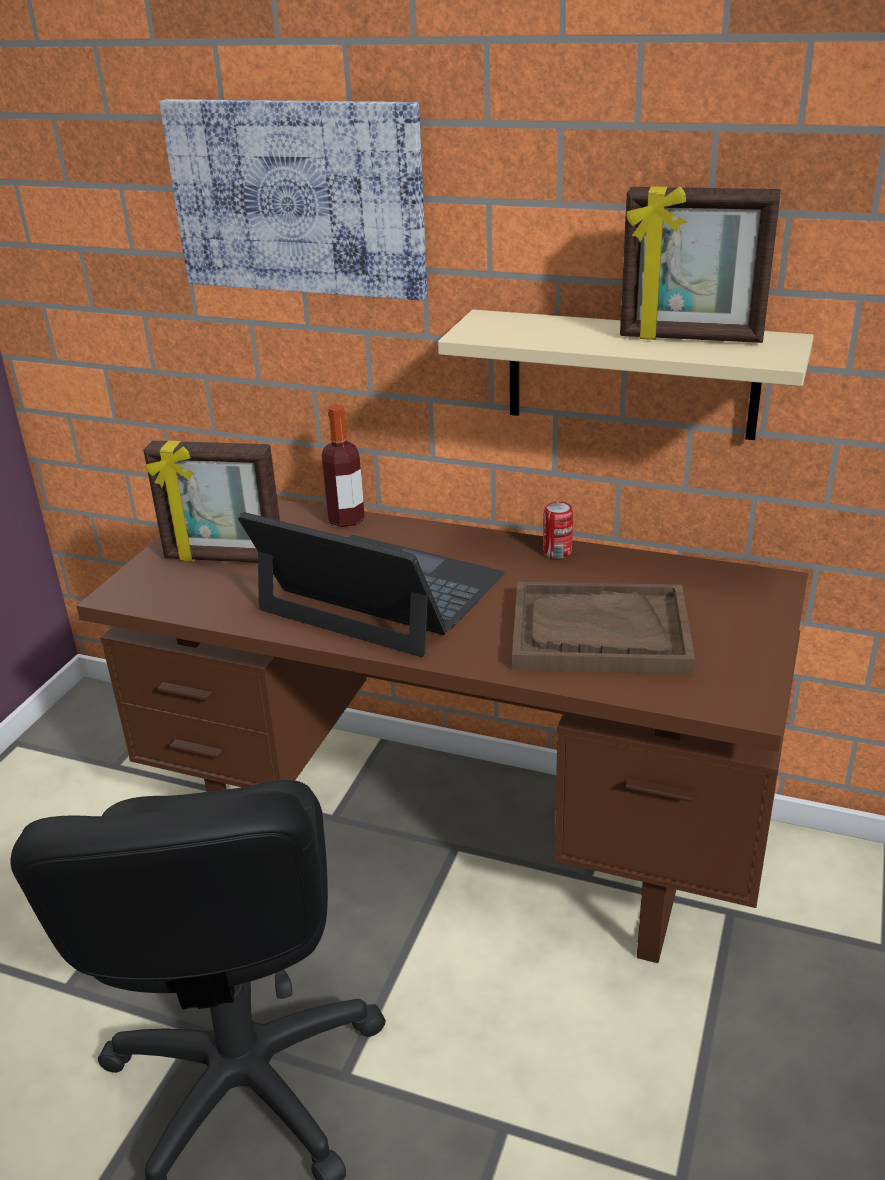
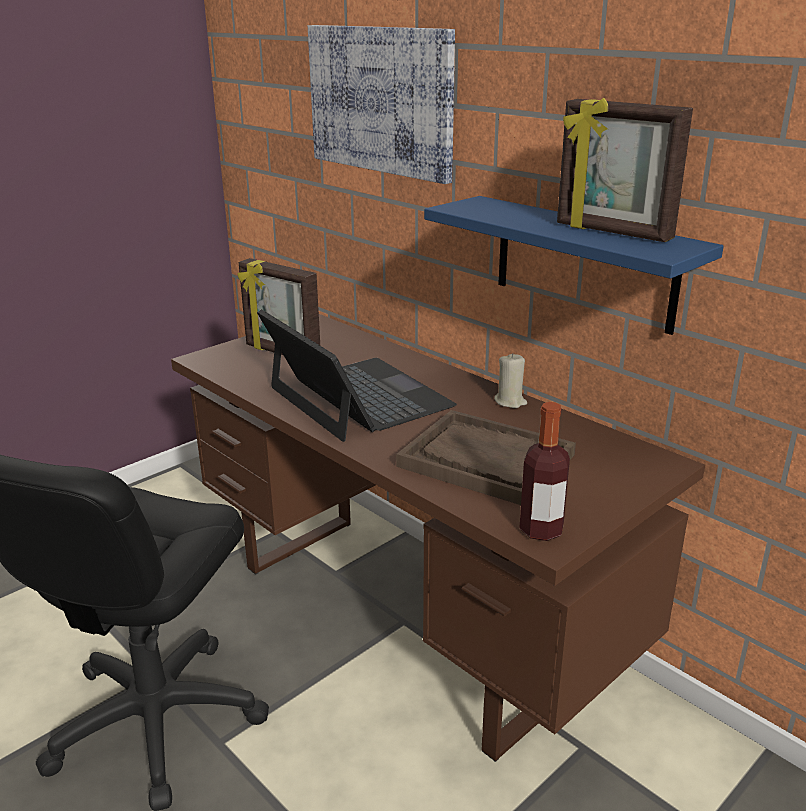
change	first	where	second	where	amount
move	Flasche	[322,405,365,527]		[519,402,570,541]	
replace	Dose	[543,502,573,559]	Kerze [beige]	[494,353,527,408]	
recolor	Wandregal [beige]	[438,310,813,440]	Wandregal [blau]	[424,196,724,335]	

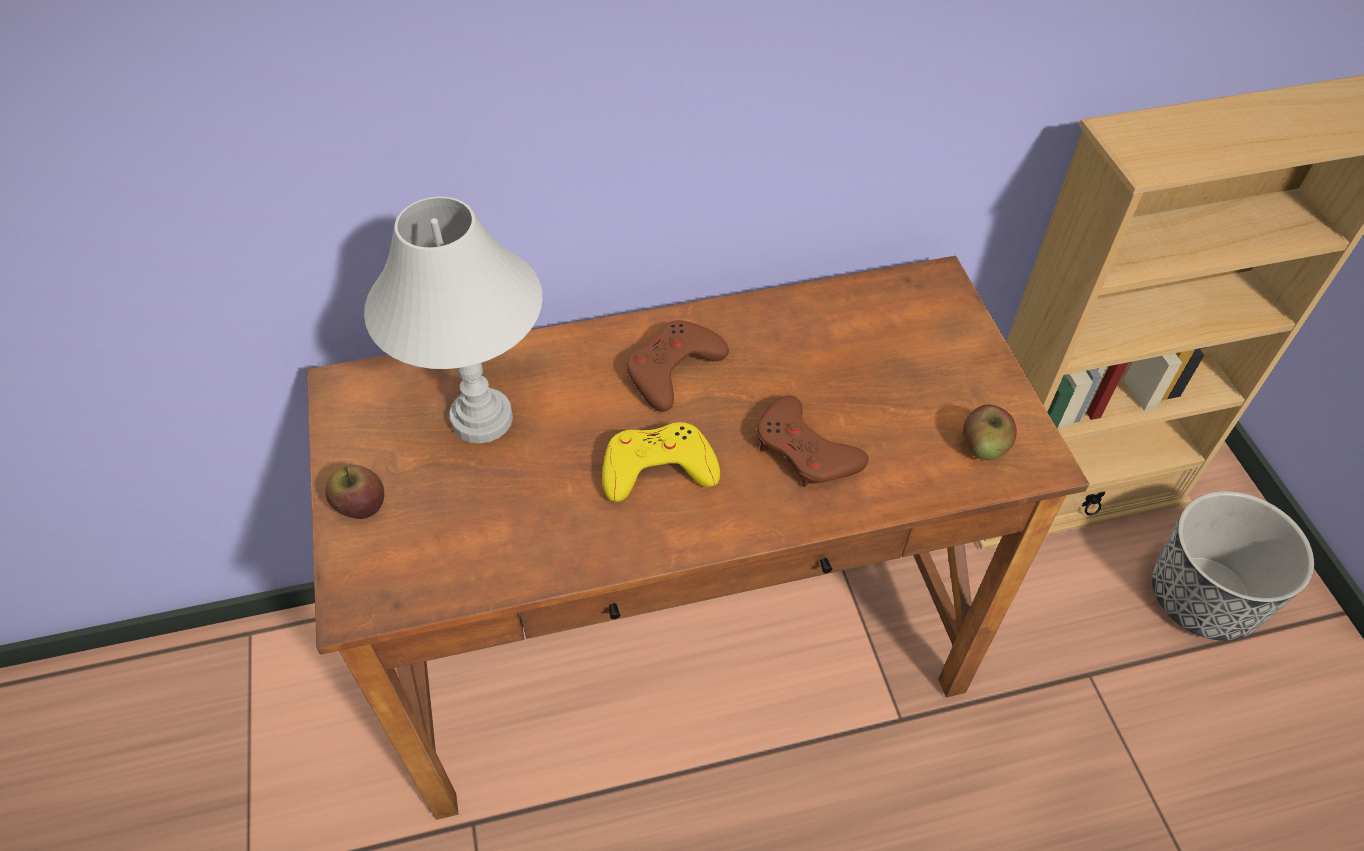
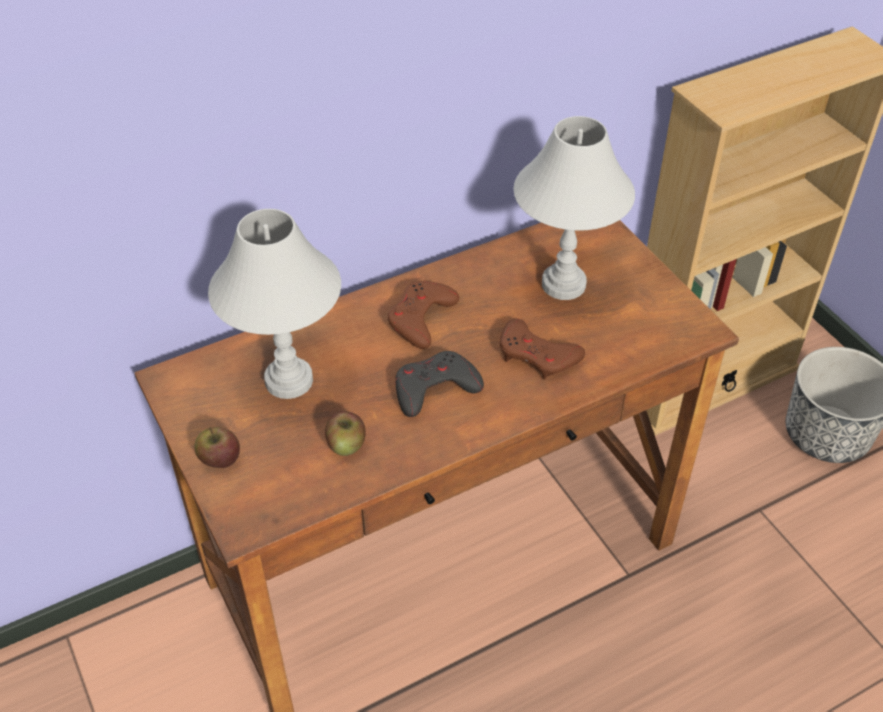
change	first	where	second	where	amount
insert			Tischlampe [weiß]	[514,116,635,300]	
move	Apfel	[963,404,1017,460]		[325,411,366,456]	
recolor	Gamepad [gelb]	[602,422,720,502]	Gamepad [grau]	[396,351,484,417]	

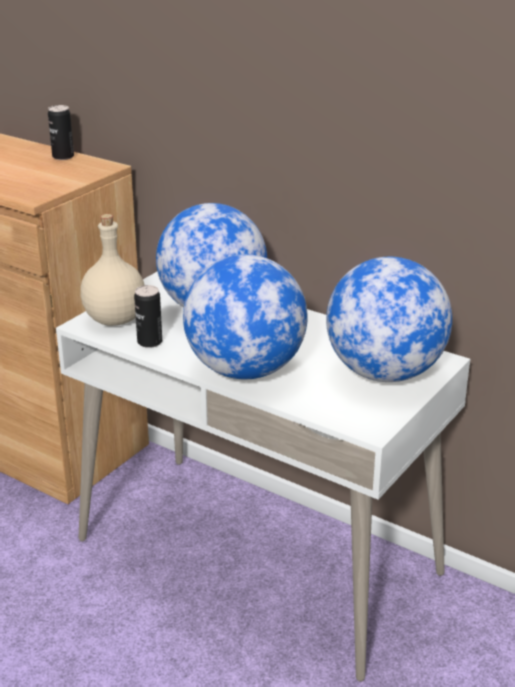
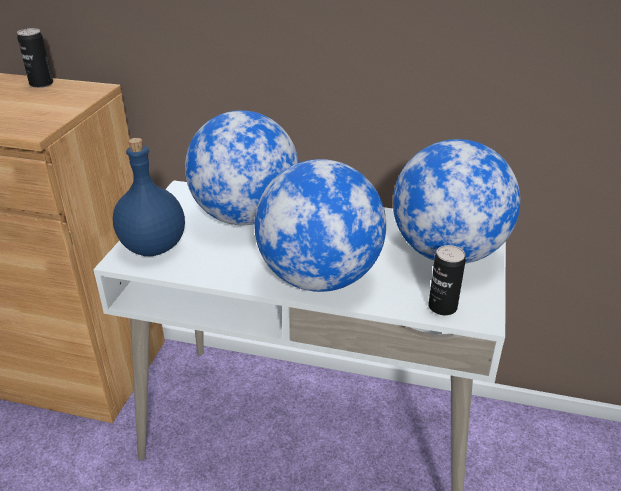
change	first	where	second	where	amount
move	Dose	[134,285,162,348]		[428,245,466,315]	
recolor	Flasche [beige]	[80,214,144,326]	Flasche [blau]	[113,138,185,256]	

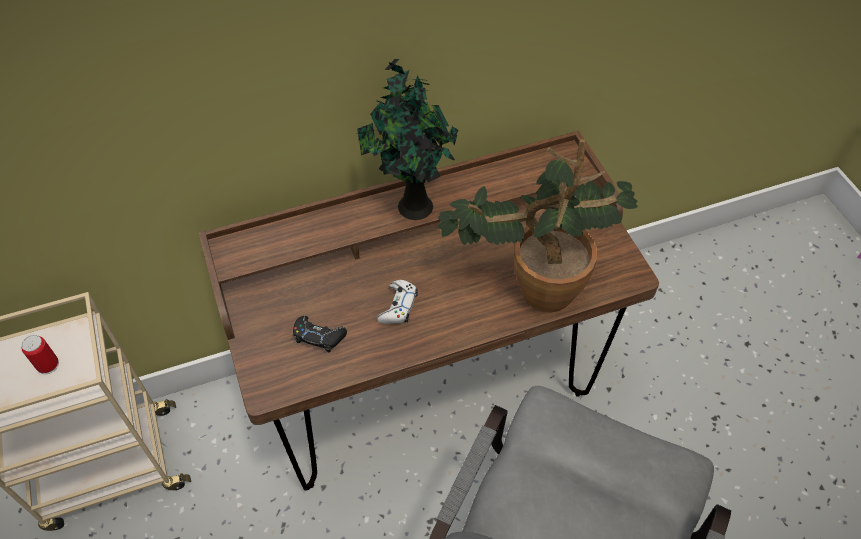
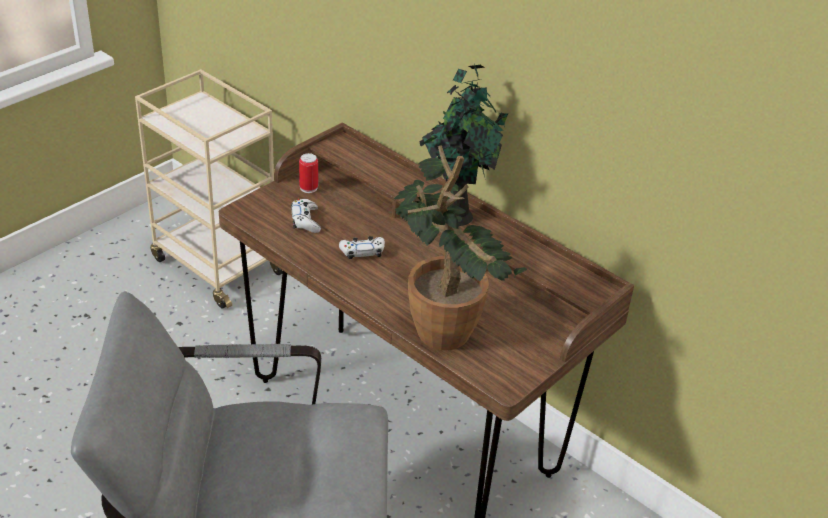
change	first	where	second	where	amount
move	Dose	[21,335,59,374]		[299,153,318,193]	
recolor	Gamepad [schwarz]	[293,316,347,353]	Gamepad [weiß]	[291,199,321,233]	

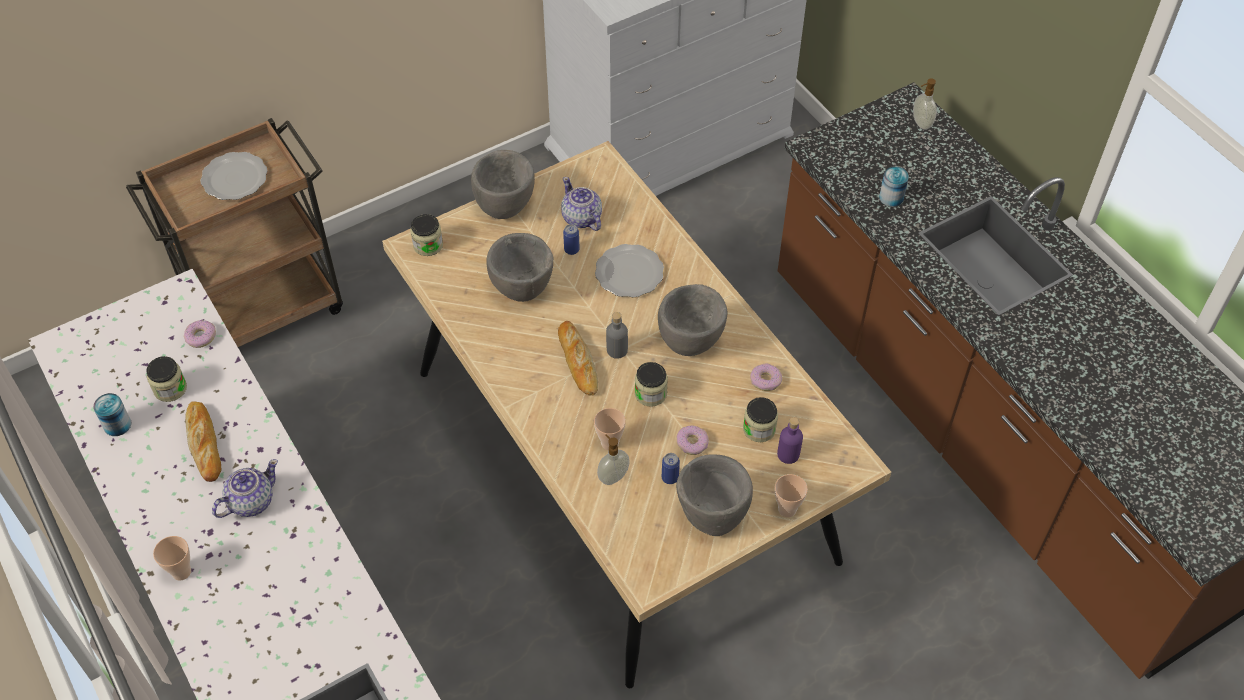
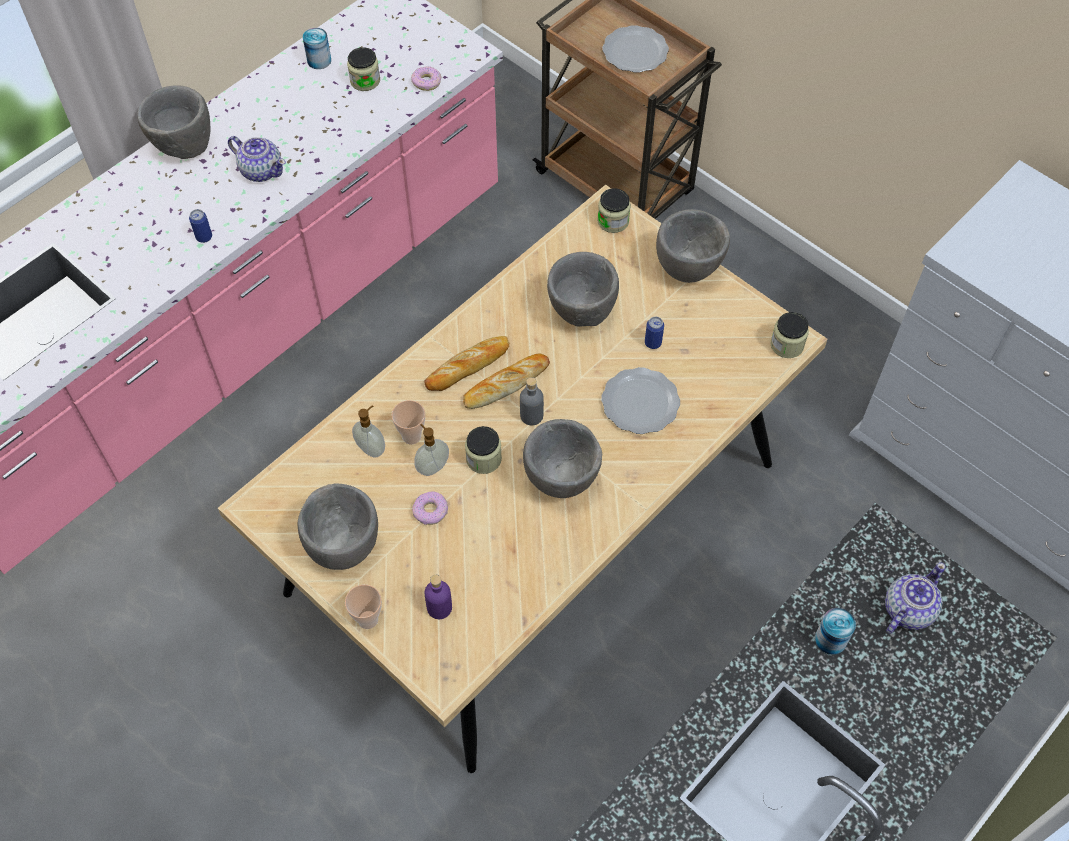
change	first	where	second	where	amount
delete	Donut	[750,364,782,391]			
move	Brot	[185,402,222,482]		[424,336,509,391]	
move	Teekanne	[561,177,602,231]		[885,563,946,634]	
move	Dose	[662,453,680,484]		[189,209,212,243]	
move	Vorratsglas	[743,397,778,442]		[770,312,809,358]	
move	Seifenspender	[913,78,937,130]		[414,424,449,476]	
replace	Tasse	[153,536,191,581]	Schüssel [grau]	[137,85,210,159]	

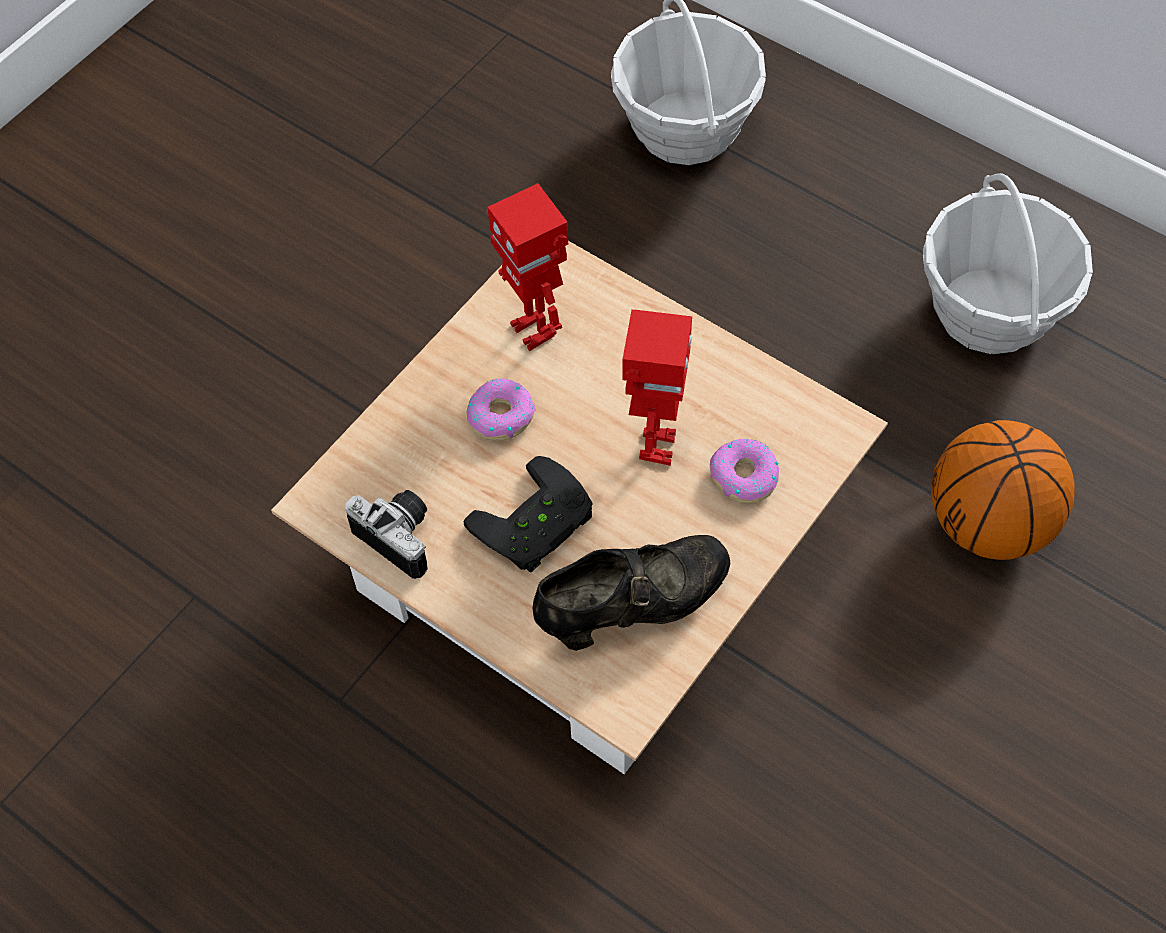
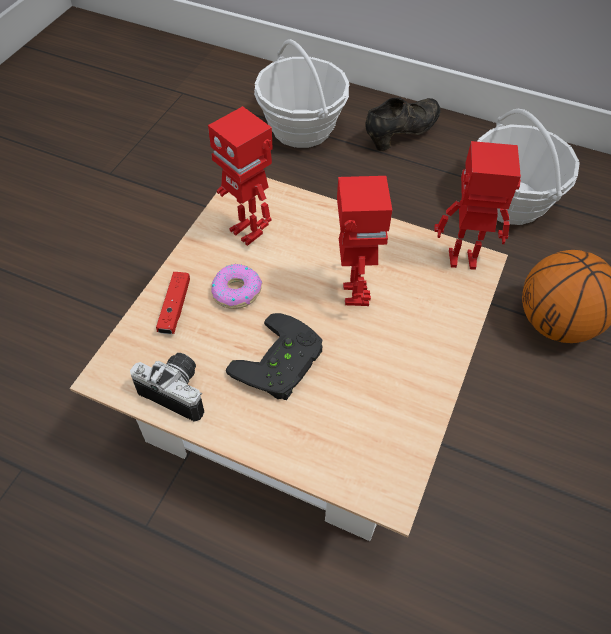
change	first	where	second	where	amount
delete	Donut	[710,439,779,503]			
insert			Gamepad [rot]	[156,272,190,334]	
insert			Spielzeugroboter	[434,141,521,270]	
move	Schuh [schwarz]	[533,535,730,651]		[365,97,441,151]	

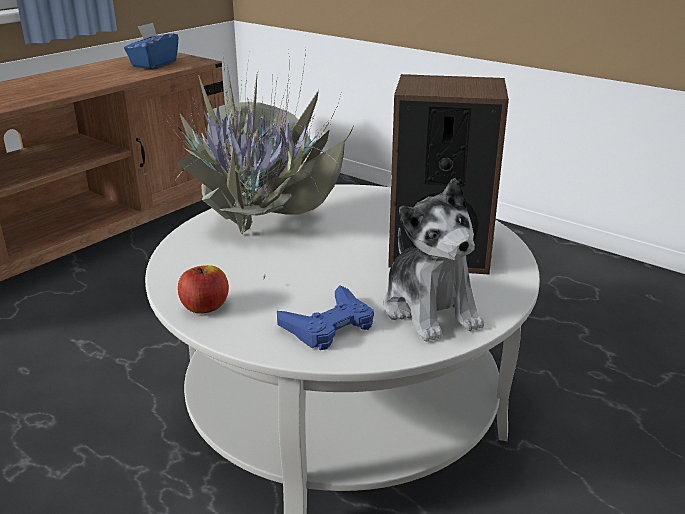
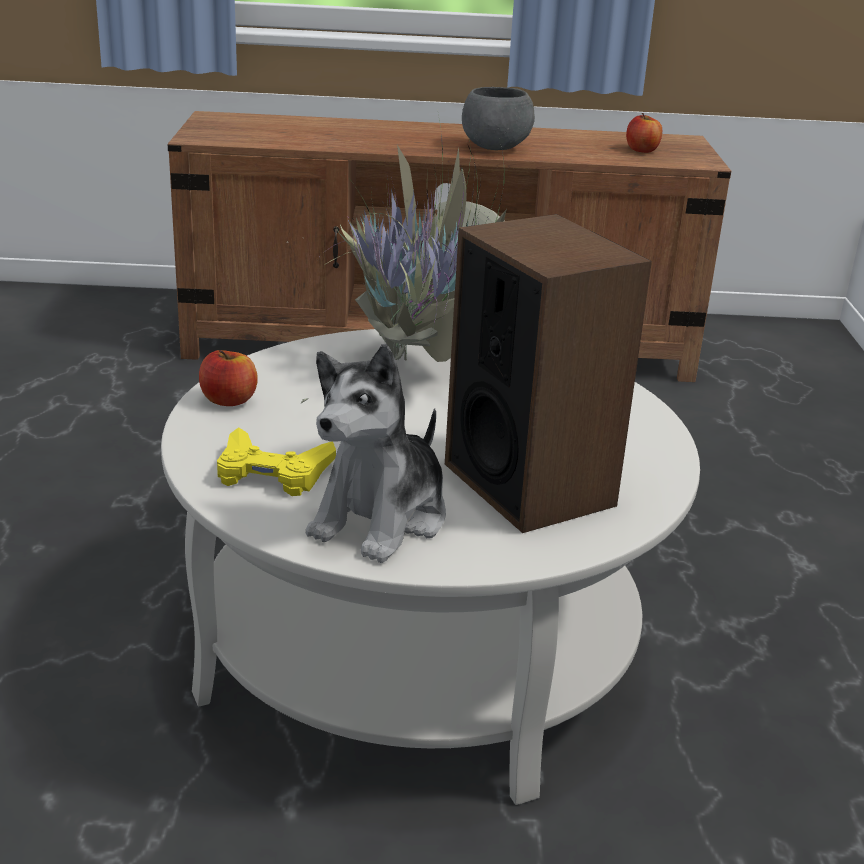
change	first	where	second	where	amount
insert			Schüssel [grau]	[462,87,535,150]	
replace	Taschentuchbox [blau]	[124,22,179,69]	Apfel	[626,113,662,153]	
recolor	Gamepad [blau]	[277,285,374,350]	Gamepad [gelb]	[217,427,336,496]	

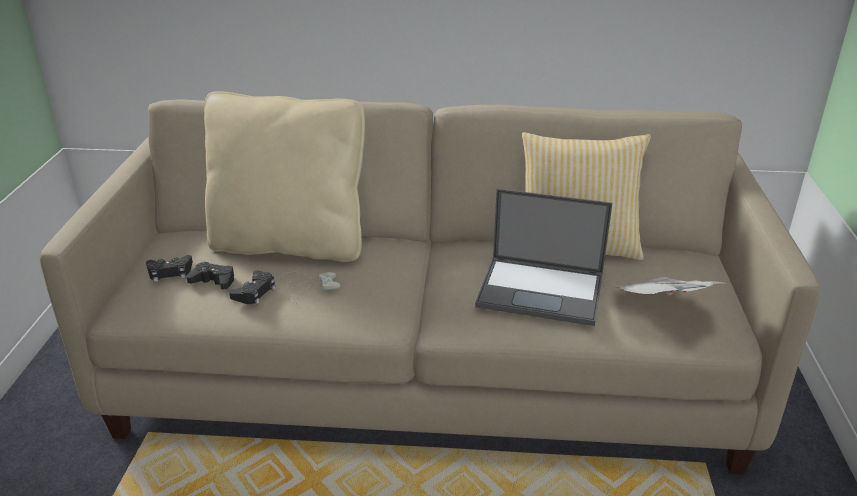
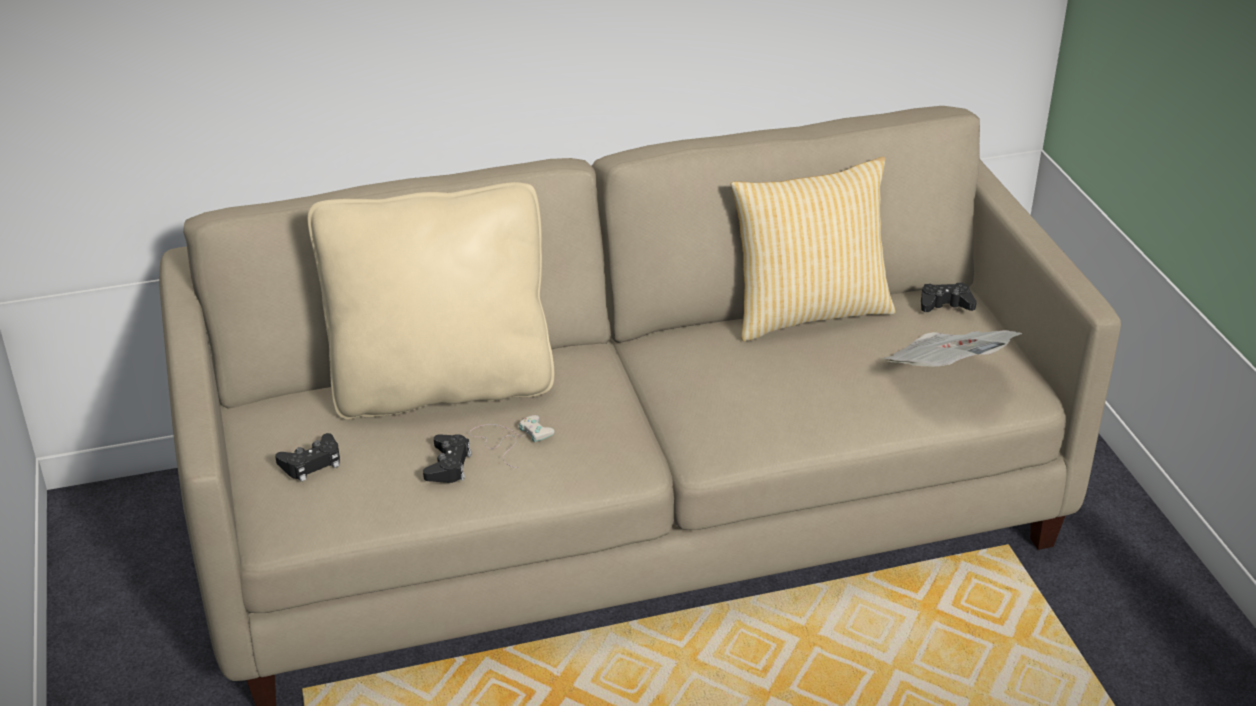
change	first	where	second	where	amount
delete	Laptop	[475,188,612,326]			
move	Gamepad [schwarz]	[186,262,234,289]		[921,283,977,312]	

